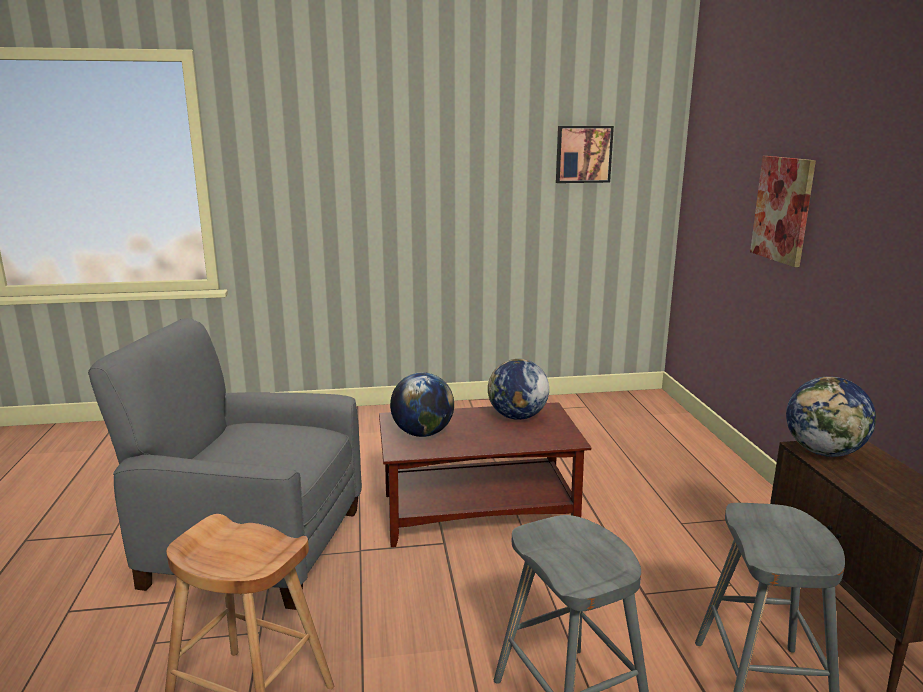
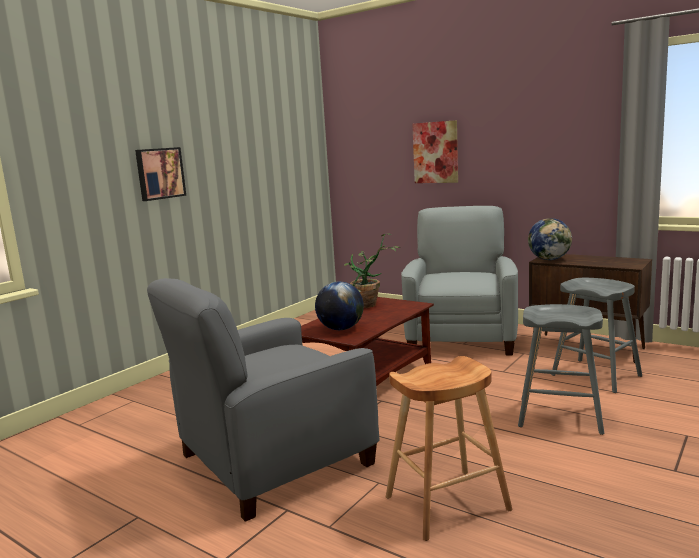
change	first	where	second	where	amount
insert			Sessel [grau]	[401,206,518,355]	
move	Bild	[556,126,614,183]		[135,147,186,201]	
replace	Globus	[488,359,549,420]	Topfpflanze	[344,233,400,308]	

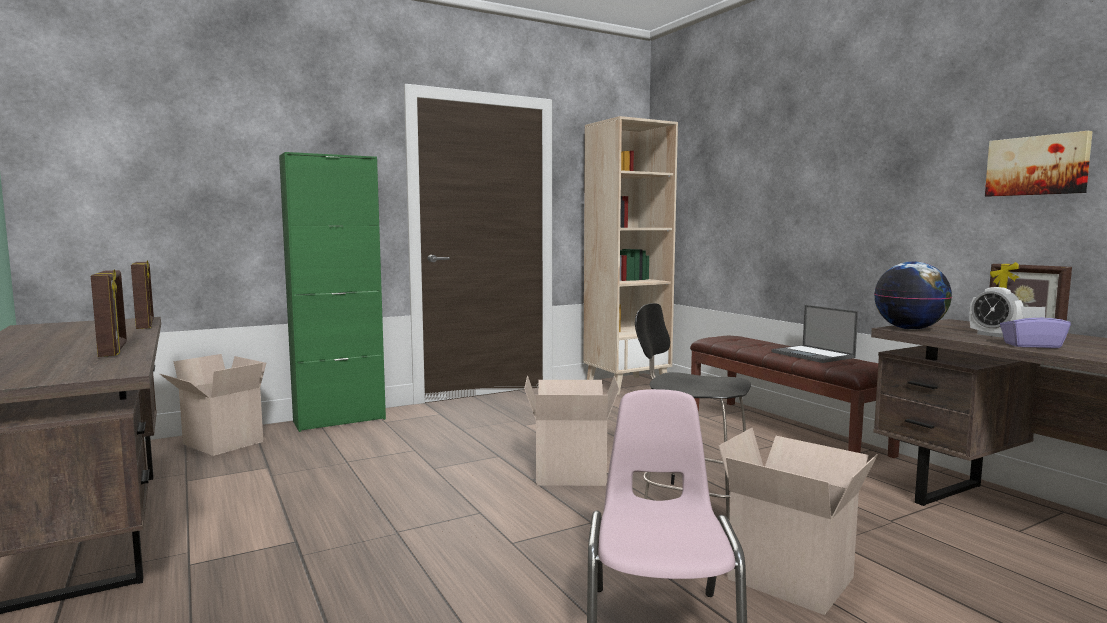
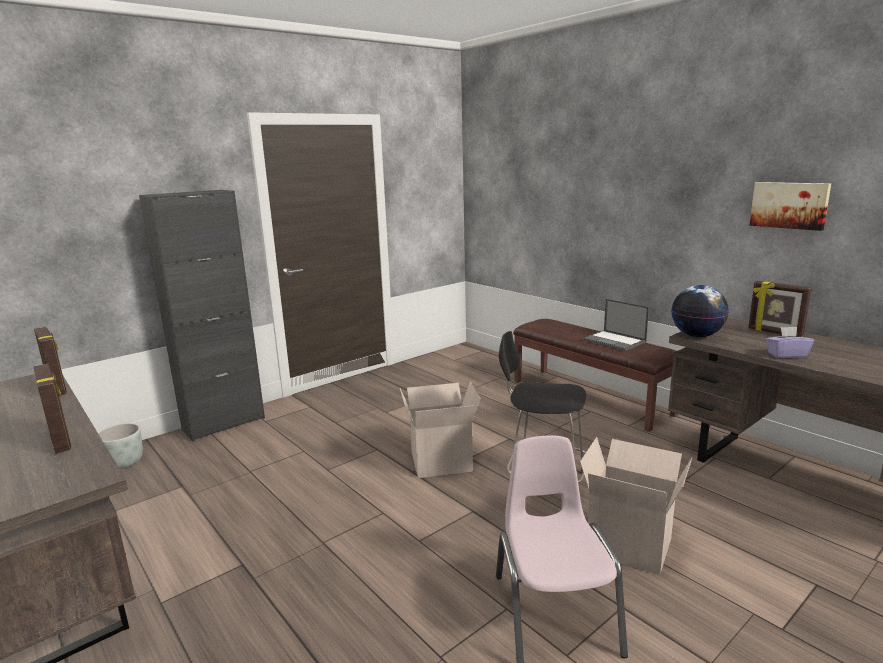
change	first	where	second	where	amount
delete	Bücherregal [beige]	[583,116,678,395]			
delete	Wecker	[969,287,1023,338]			
replace	Karton	[160,354,266,456]	Pflanzkübel [grau]	[98,423,143,469]	
recolor	Schrank [grün]	[279,152,386,432]	Schrank [schwarz]	[139,190,265,441]	

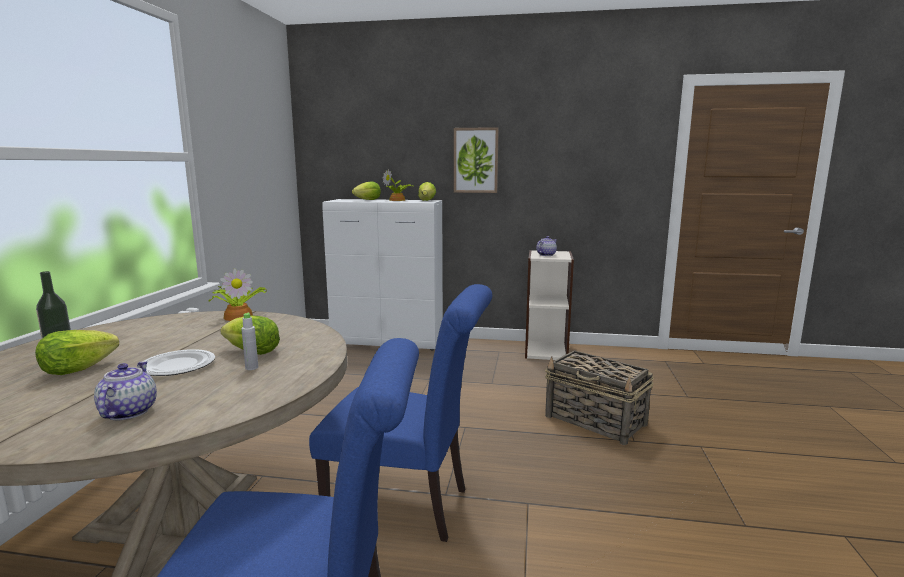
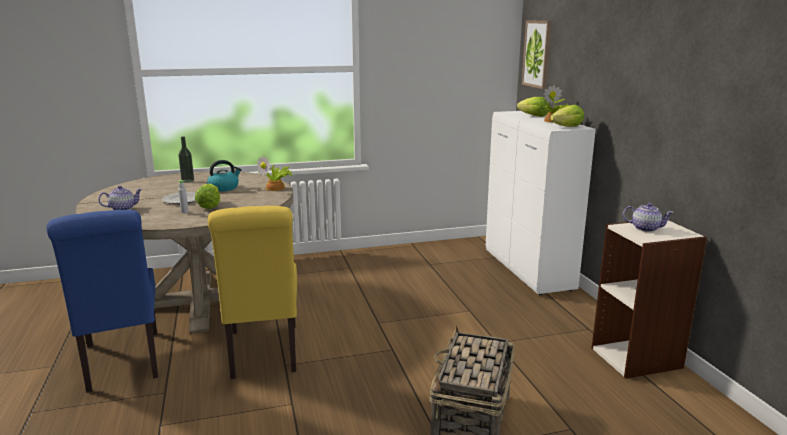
change	first	where	second	where	amount
delete	Salatkopf	[35,330,119,375]			
insert			Wasserkessel	[207,160,242,192]	
move	Bild	[454,127,499,193]		[522,21,552,89]	
recolor	Stuhl [blau]	[309,284,492,542]	Stuhl [gelb]	[208,206,297,379]	

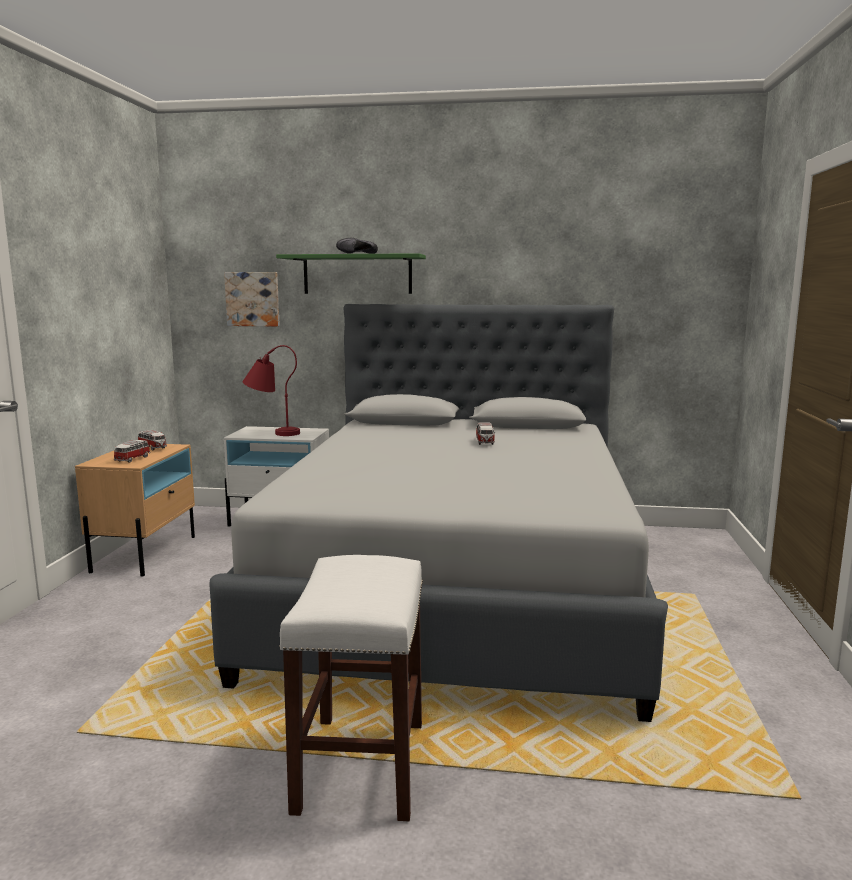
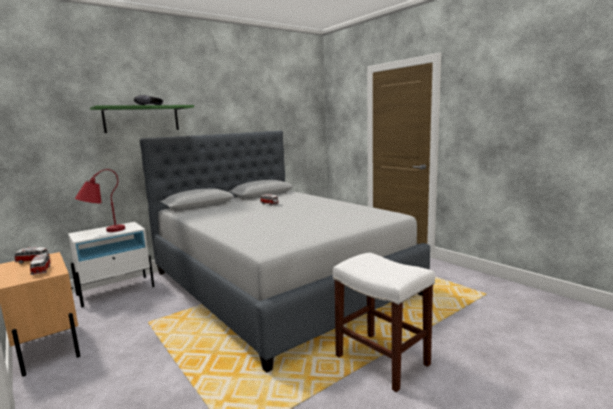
change	first	where	second	where	amount
delete	Bild	[224,272,280,326]			

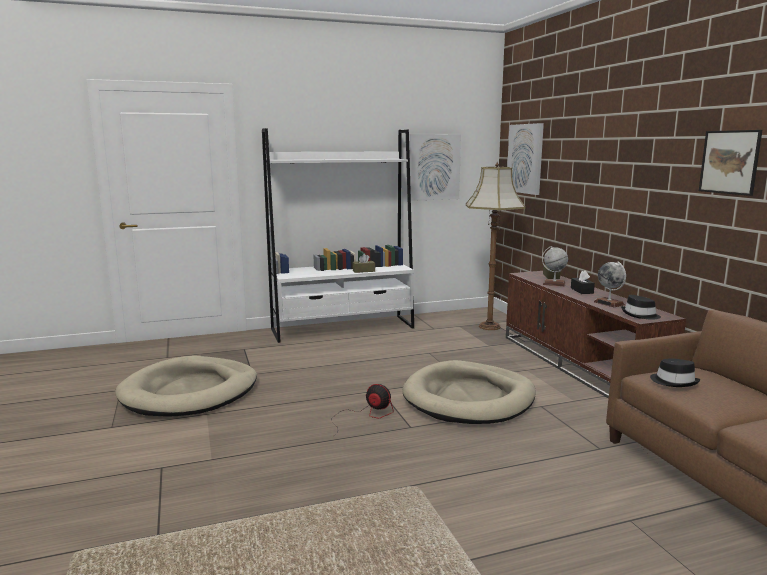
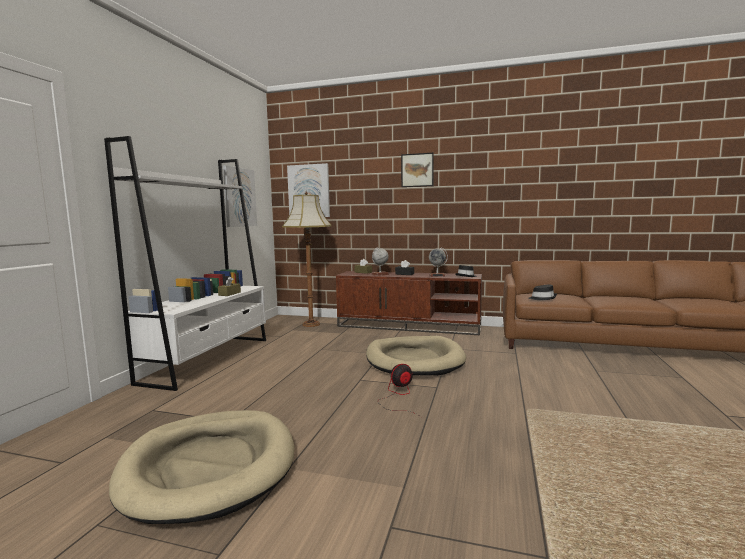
change	first	where	second	where	amount
move	Bild	[699,130,762,196]		[401,153,434,187]	

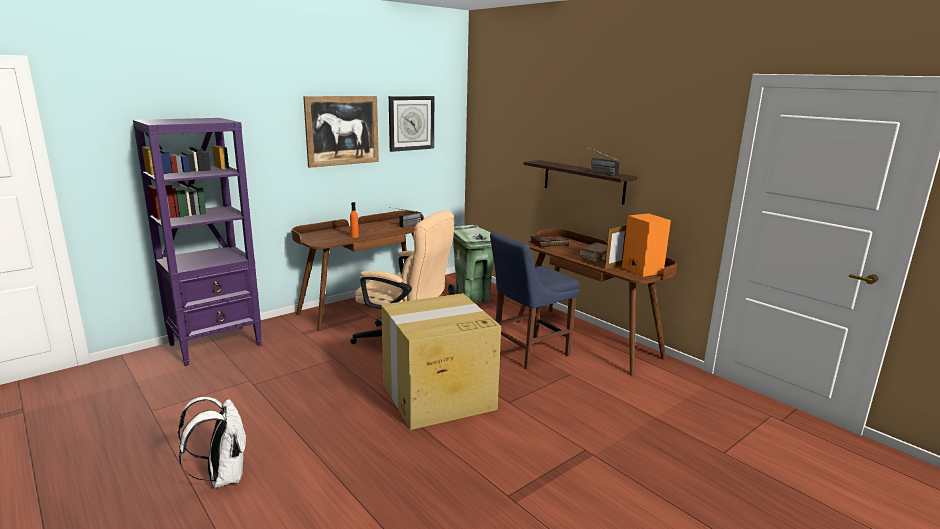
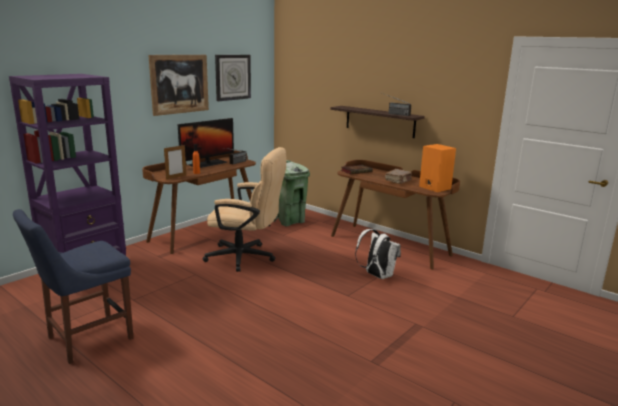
change	first	where	second	where	amount
delete	Karton	[381,293,501,430]			
insert			Monitor	[178,118,234,168]	
move	Rucksack [weiß]	[178,397,247,488]		[355,229,401,279]	
move	Stuhl [blau]	[490,232,579,370]		[13,209,134,364]	
move	Bilderrahmen	[605,225,626,269]		[164,144,186,180]	

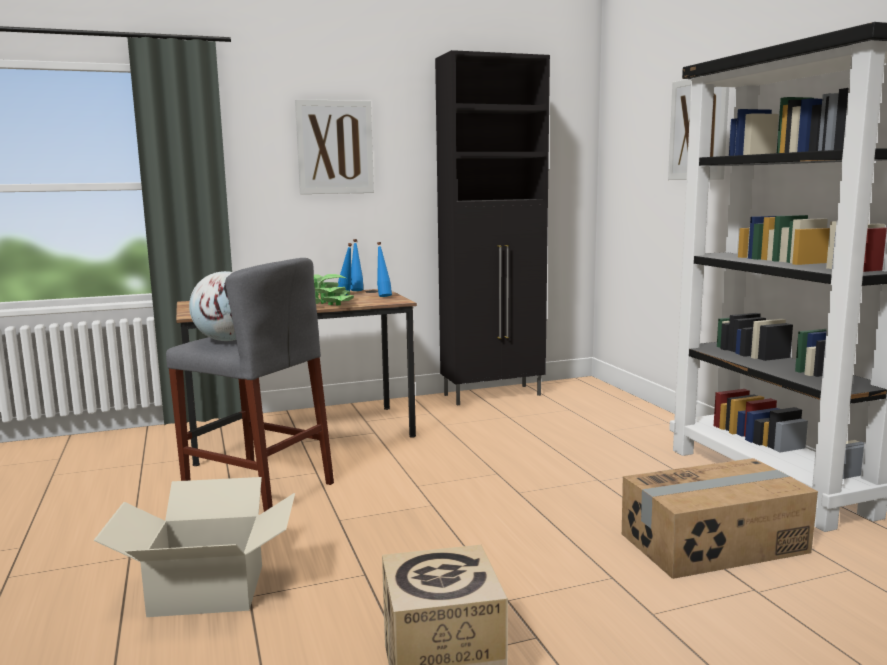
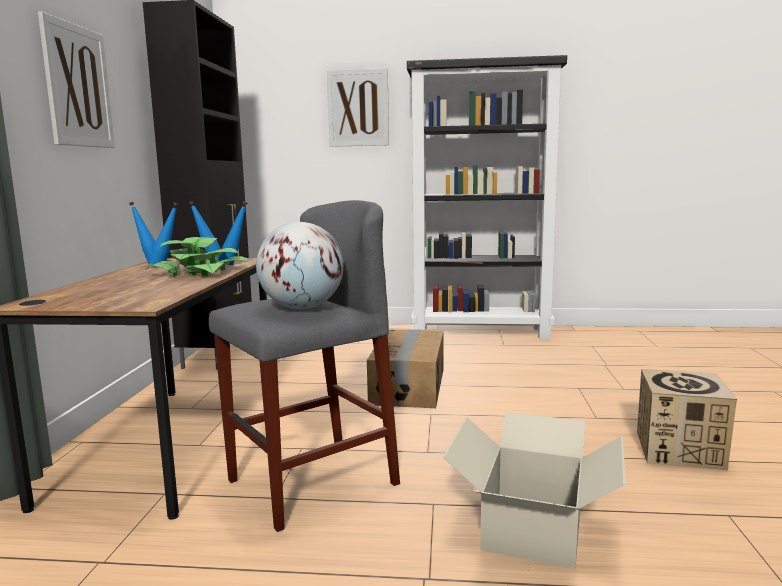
change	first	where	second	where	amount
insert			Flasche [blau]	[218,201,247,265]	
move	Karton	[622,458,818,579]		[367,329,444,408]	

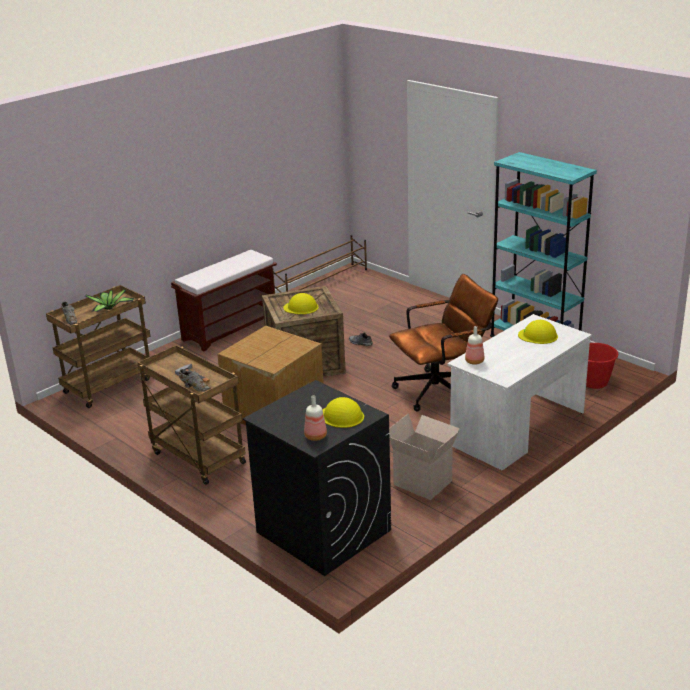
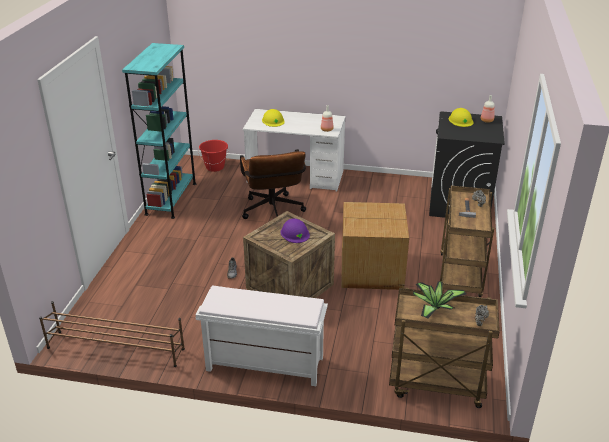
change	first	where	second	where	amount
delete	Karton	[389,413,460,500]			
recolor	Bank [braun]	[171,250,277,352]	Bank [weiß]	[196,285,328,386]	
recolor	Schutzhelm [gelb]	[283,293,318,314]	Schutzhelm [lila]	[281,219,310,243]	
rotate	Bürostuhl [braun]	[389,274,498,412]		[240,149,306,219]	135 degrees counterclockwise

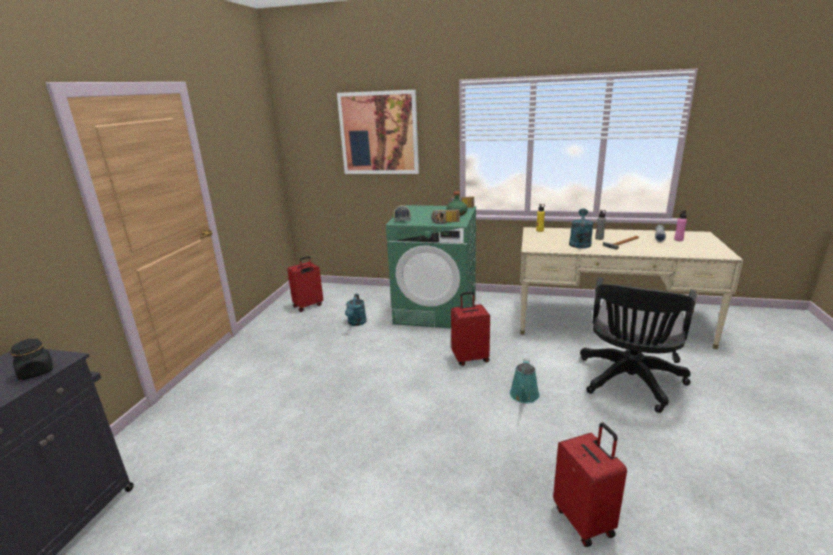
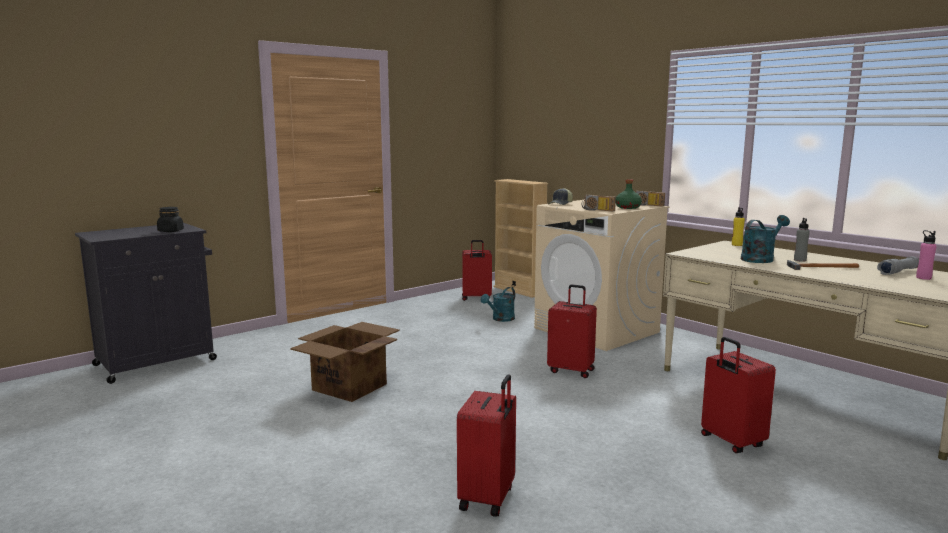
change	first	where	second	where	amount
delete	Bild	[337,90,419,174]			
delete	Gießkanne [türkis]	[510,359,540,403]			
insert			Karton	[290,322,400,402]	
insert			Bücherregal [beige]	[494,179,548,298]	
replace	Bürostuhl [schwarz]	[580,277,696,413]	Koffer [rot]	[701,337,776,453]	
recolor	Waschmaschine [grün]	[386,205,476,329]	Waschmaschine [beige]	[534,200,669,351]	

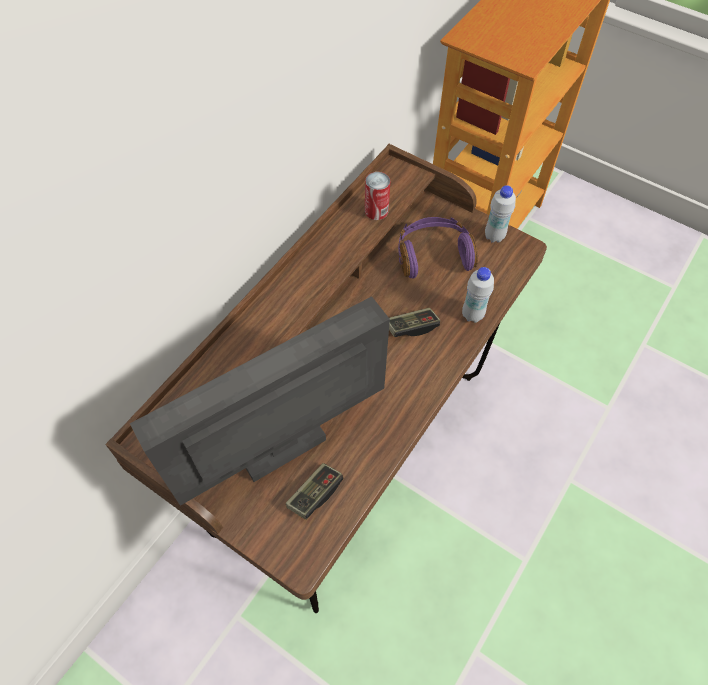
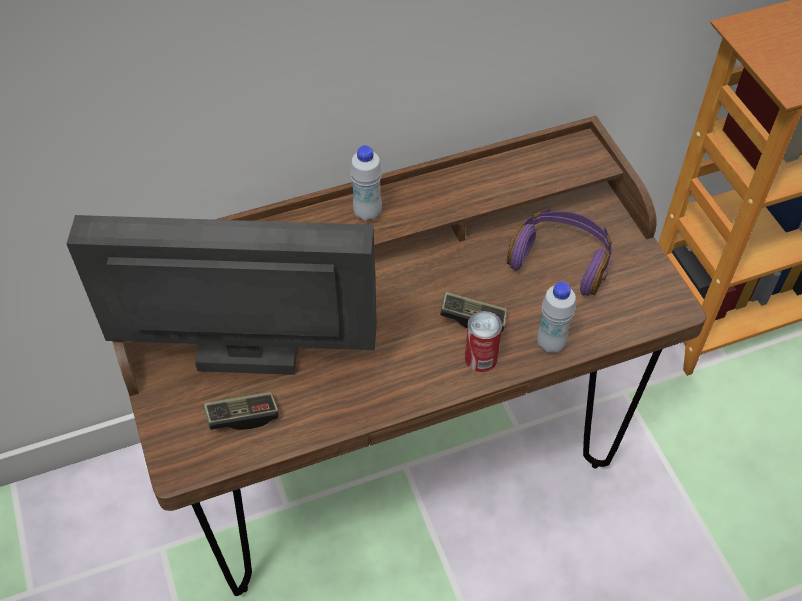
change	first	where	second	where	amount
move	Dose	[365,172,390,220]		[465,311,502,372]	
move	Flasche [weiß]	[485,185,516,243]		[350,145,382,222]	

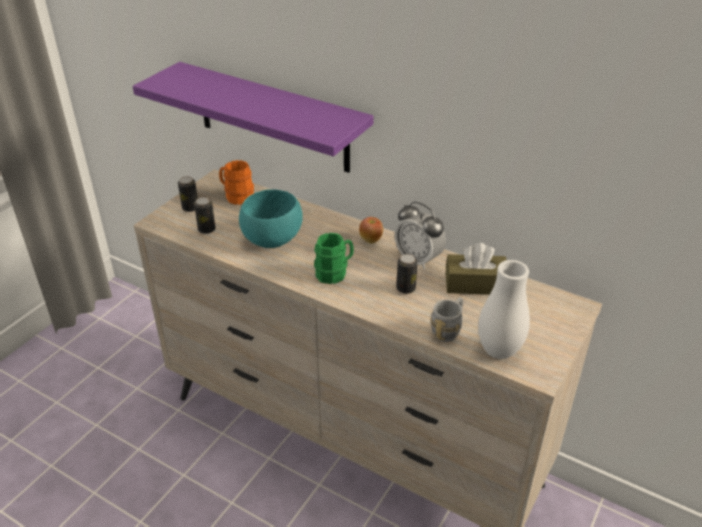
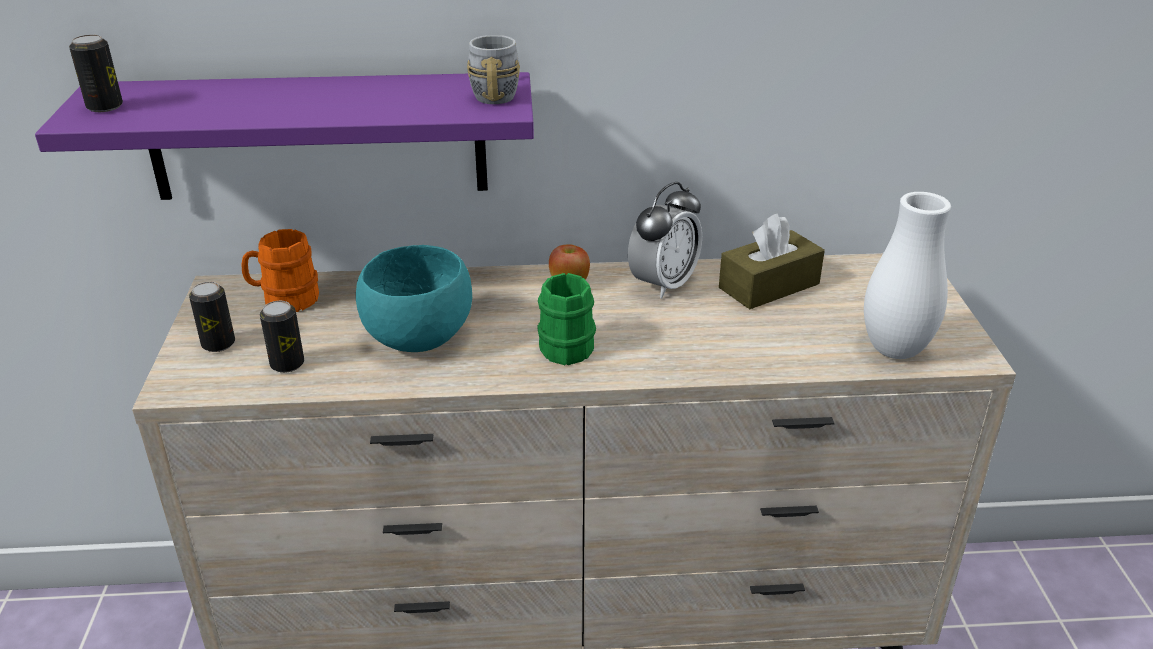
change	first	where	second	where	amount
move	Dose	[396,254,417,294]		[69,34,123,112]	
move	Henkelbecher [grau]	[431,297,463,342]		[467,35,520,104]	
rotate	Wecker	[395,202,446,270]		[628,182,702,299]	60 degrees counterclockwise

